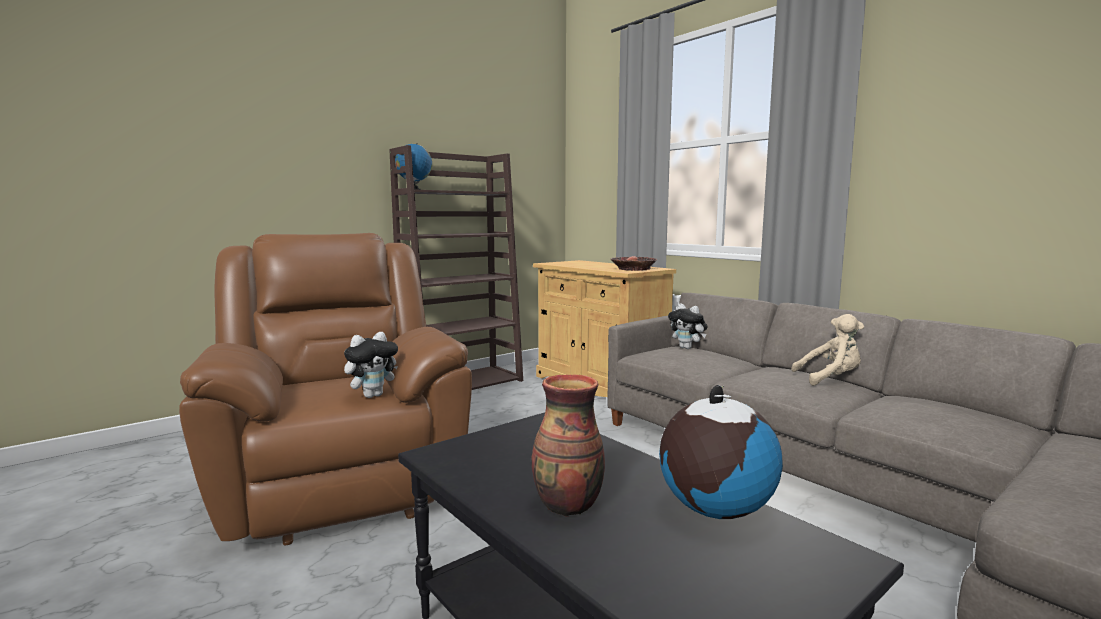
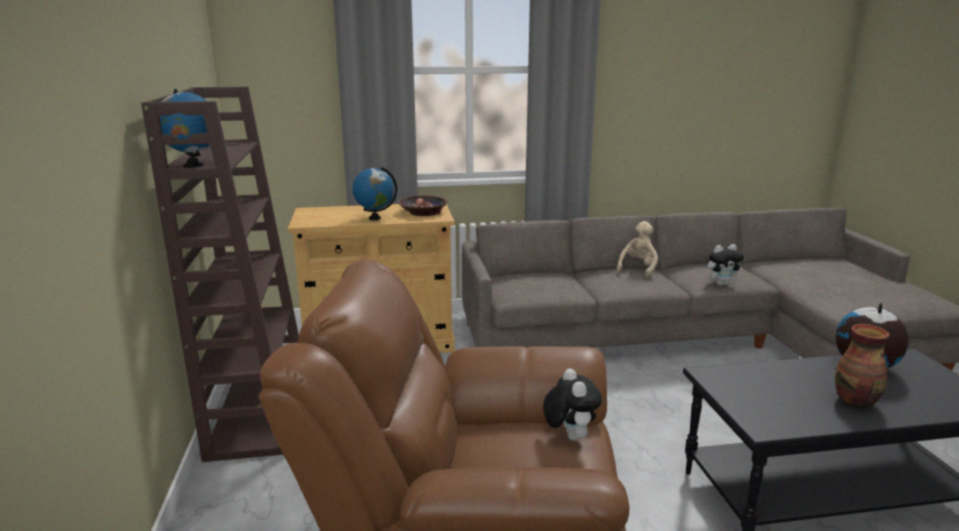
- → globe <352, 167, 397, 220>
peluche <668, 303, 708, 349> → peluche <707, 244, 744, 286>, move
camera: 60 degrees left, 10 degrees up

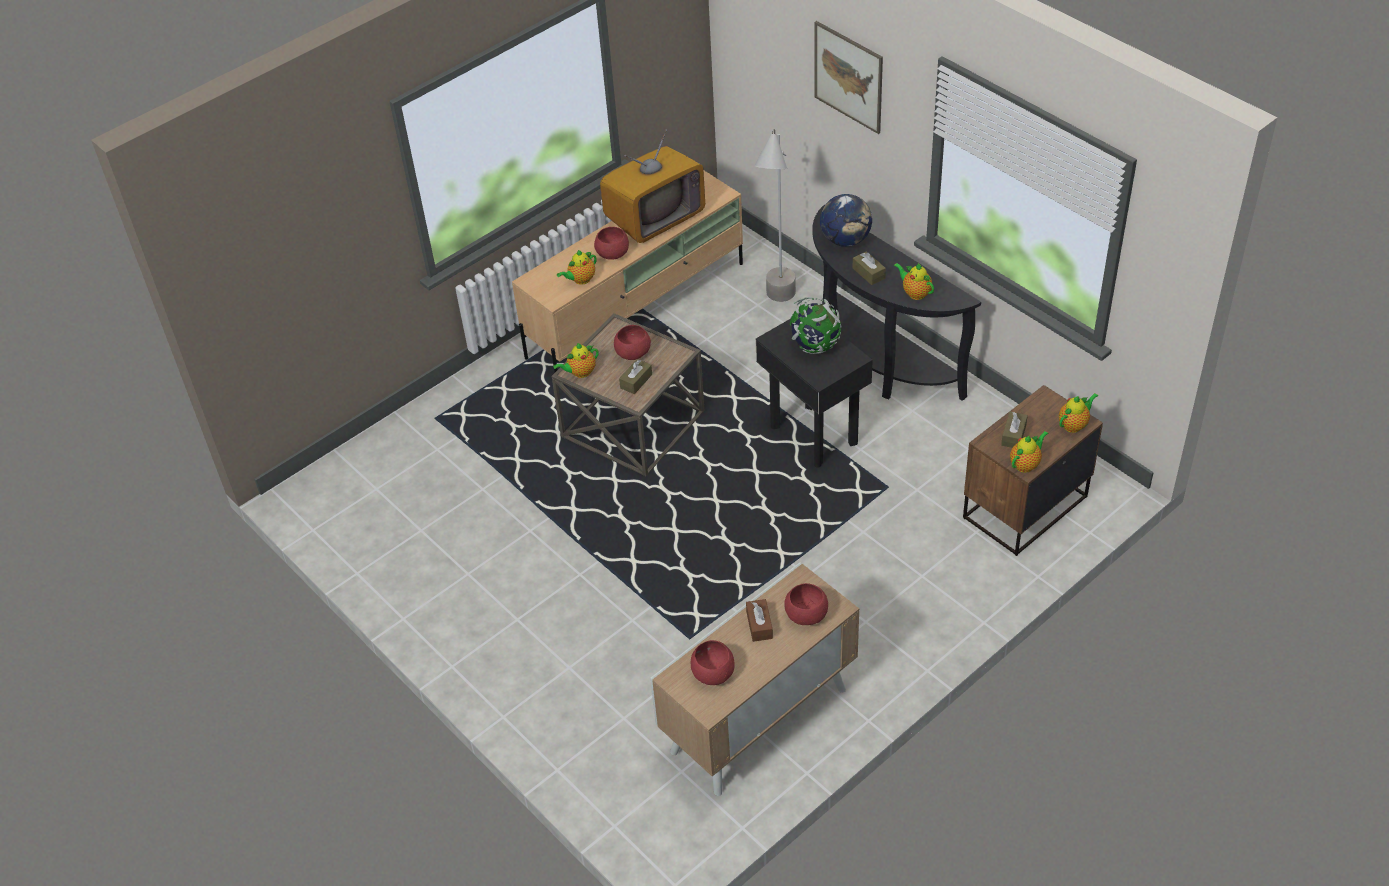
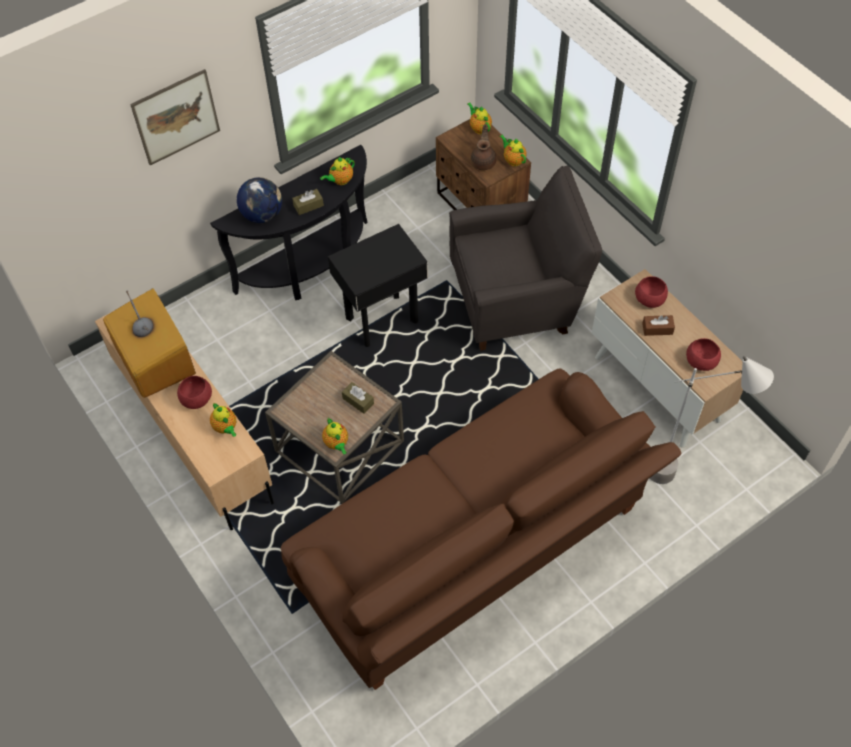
bol [rouge] <614, 325, 651, 360> → -
globe <790, 297, 841, 354> → -
- → canapé [marron] <281, 369, 681, 690>
- → fauteuil [gris] <449, 166, 602, 351>
lampadaire [gris] <755, 129, 796, 302> → lampadaire [gris] <650, 356, 774, 484>, move
boîte à mouchoirs [marron] <1001, 412, 1028, 448> → théière [marron] <471, 124, 497, 170>
camera: 85 degrees left, 10 degrees up

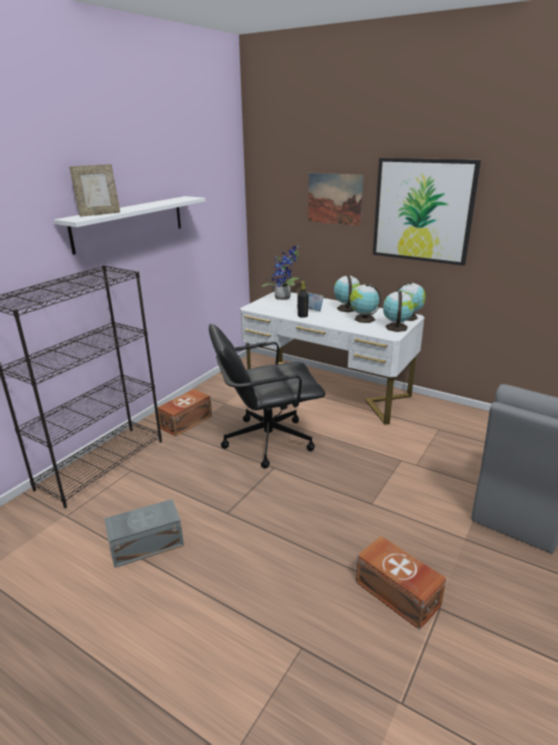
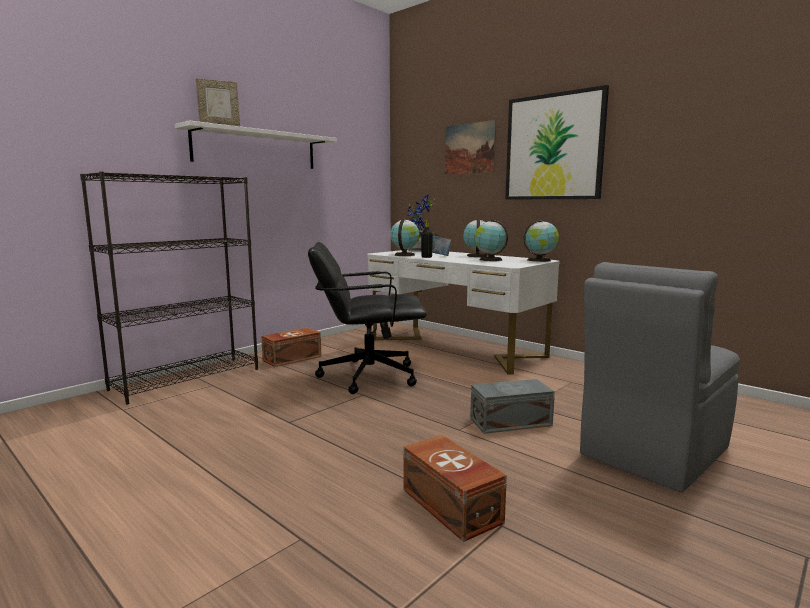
boîte de rangement [gris] <104, 499, 184, 568> → boîte de rangement [gris] <470, 379, 555, 434>, move
globe <383, 291, 414, 332> → globe <390, 219, 420, 256>, move
camera: 10 degrees right, 15 degrees down

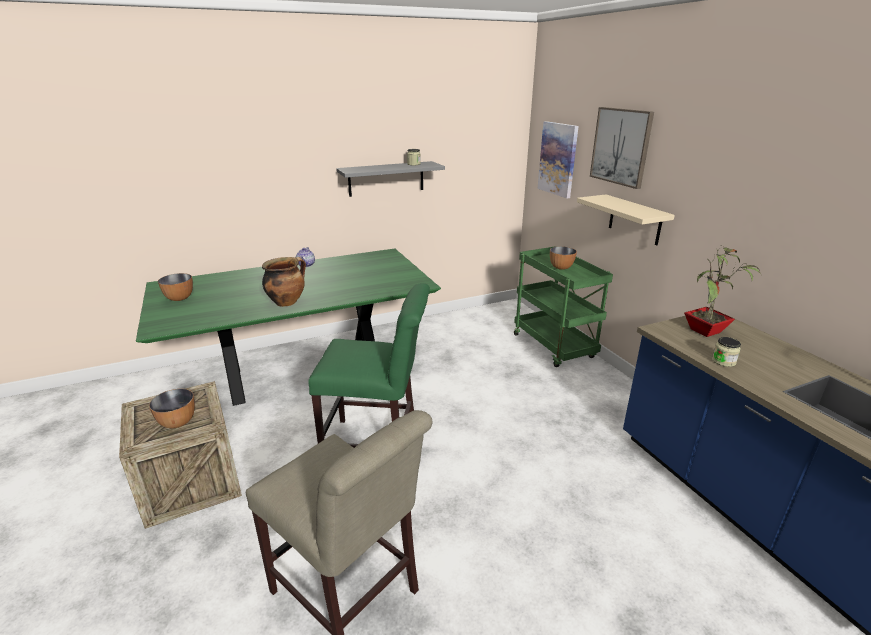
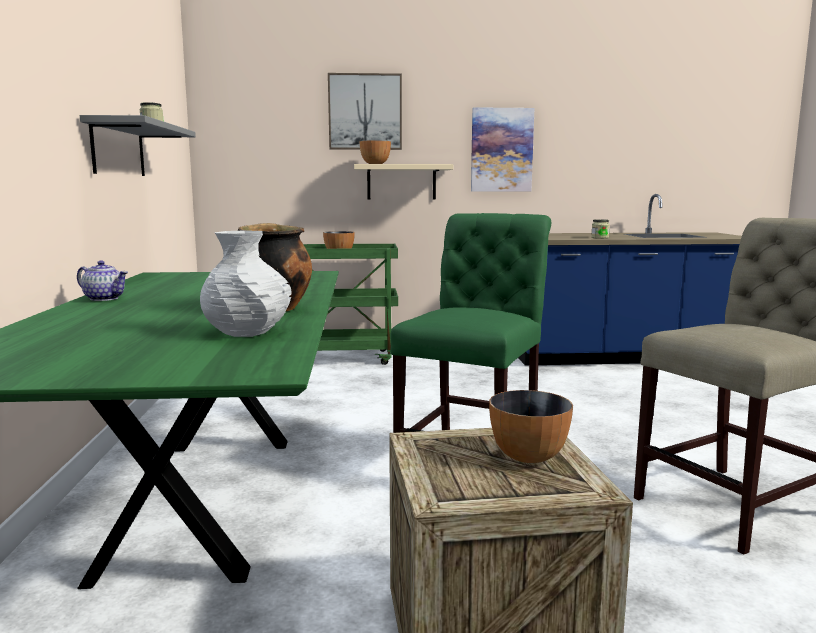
plante en pot <684, 246, 761, 337> → -
- → vase [blanc] <200, 230, 292, 337>
bol <158, 273, 193, 301> → bol <360, 140, 391, 164>, move
tableau <538, 121, 579, 198> → tableau <471, 107, 535, 191>, move
camera: 70 degrees left, 15 degrees down

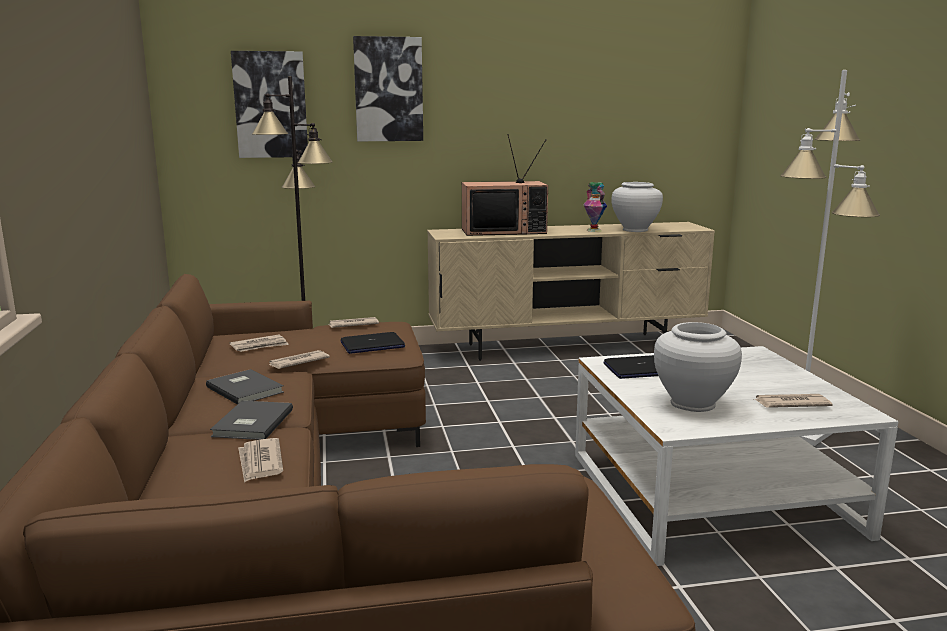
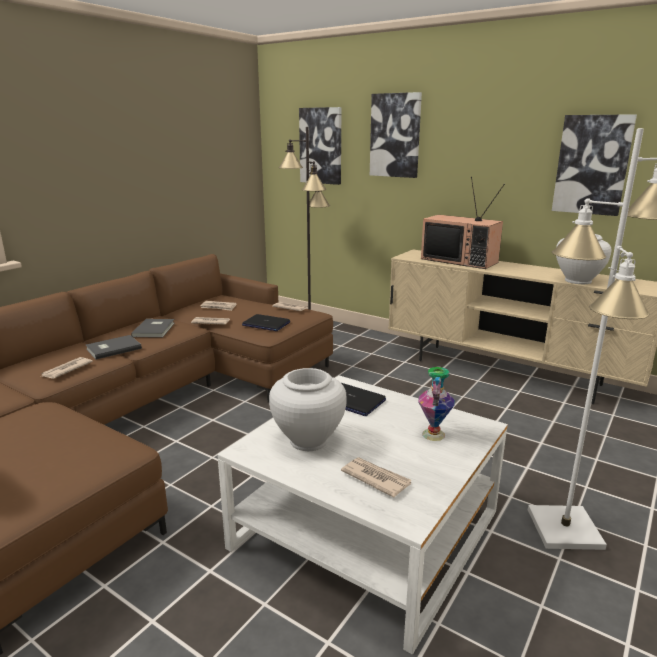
- → tableau <552, 114, 637, 216>
vase <583, 182, 607, 232> → vase <418, 367, 455, 441>, move
camera: 45 degrees right, 5 degrees up

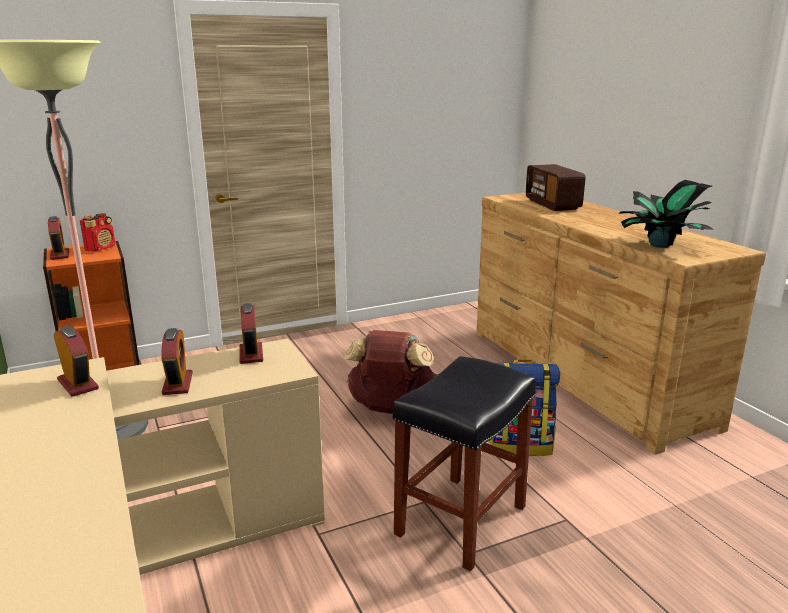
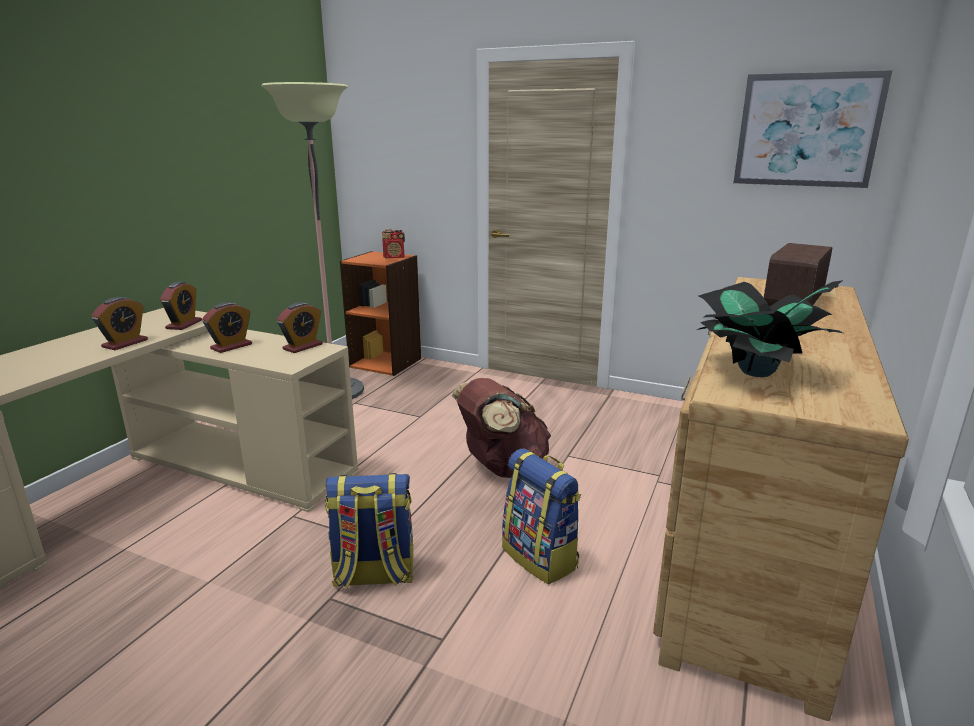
- → tableau <733, 70, 892, 188>
réveil <48, 216, 69, 260> → réveil <91, 297, 148, 350>, move
tabouret [noir] <393, 356, 536, 571> → sac à dos <325, 473, 413, 589>
camera: 50 degrees right, 0 degrees up

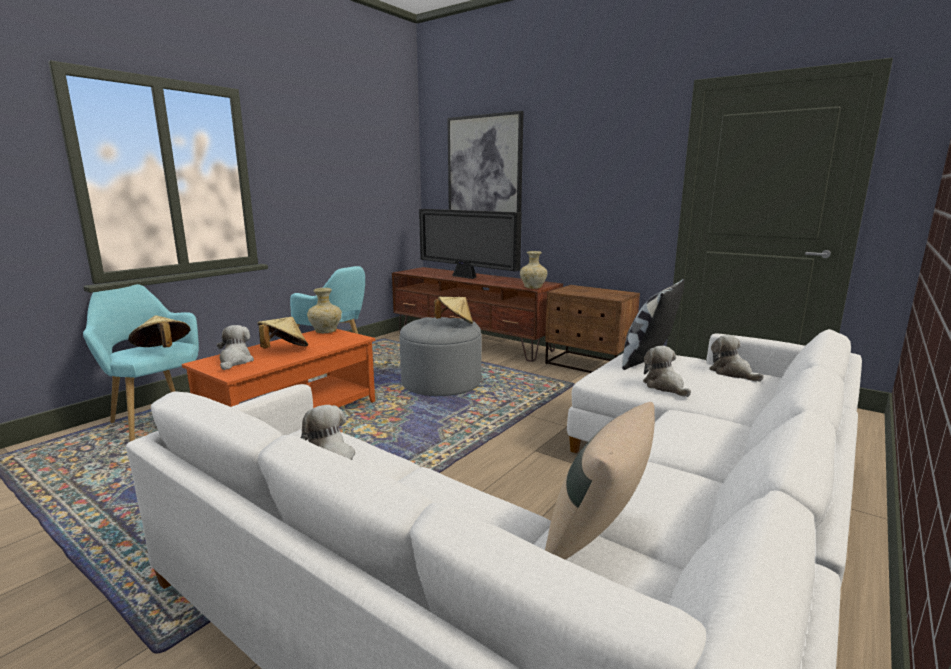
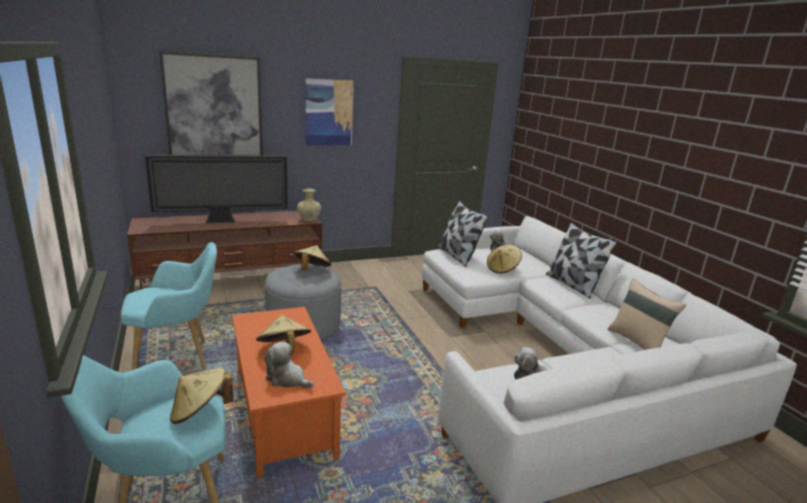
vase [beige] <307, 288, 342, 333> → -
table de chevet [marron] <545, 285, 640, 373> → -
- → tableau <306, 78, 354, 145>
- → coussin <546, 222, 617, 298>
peluche <643, 346, 691, 397> → chapeau [beige] <487, 245, 522, 274>
camera: 60 degrees left, 5 degrees up

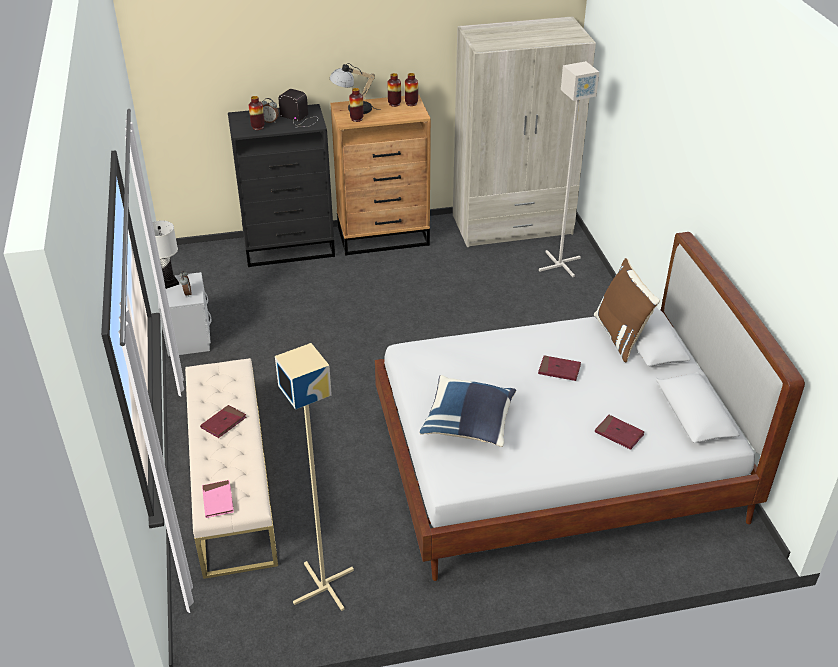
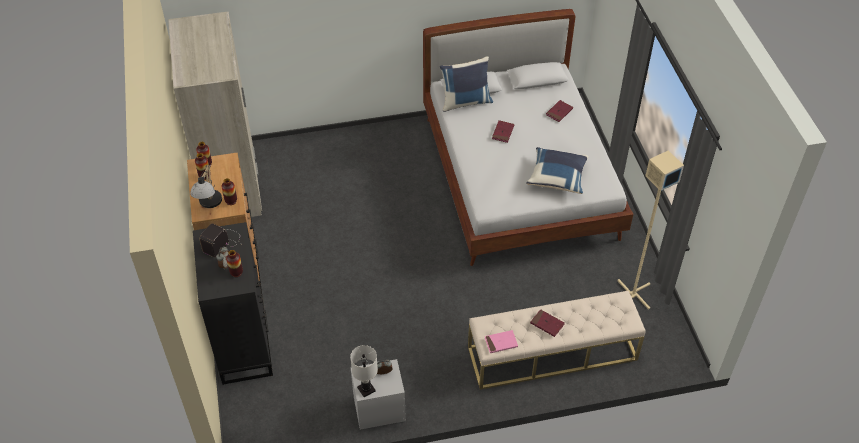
lampadaire [gris] <539, 61, 599, 277> → -
livre [rose] <202, 480, 234, 518> → livre [rose] <485, 330, 518, 353>, move
coussin [marron] <594, 258, 660, 362> → coussin [bleu] <440, 56, 493, 112>
camera: 90 degrees left, 10 degrees up

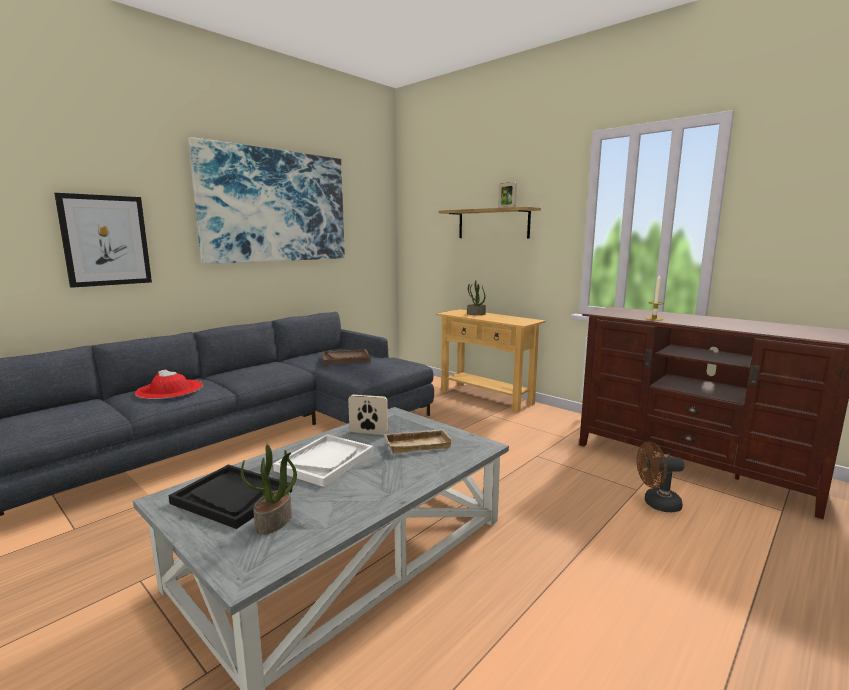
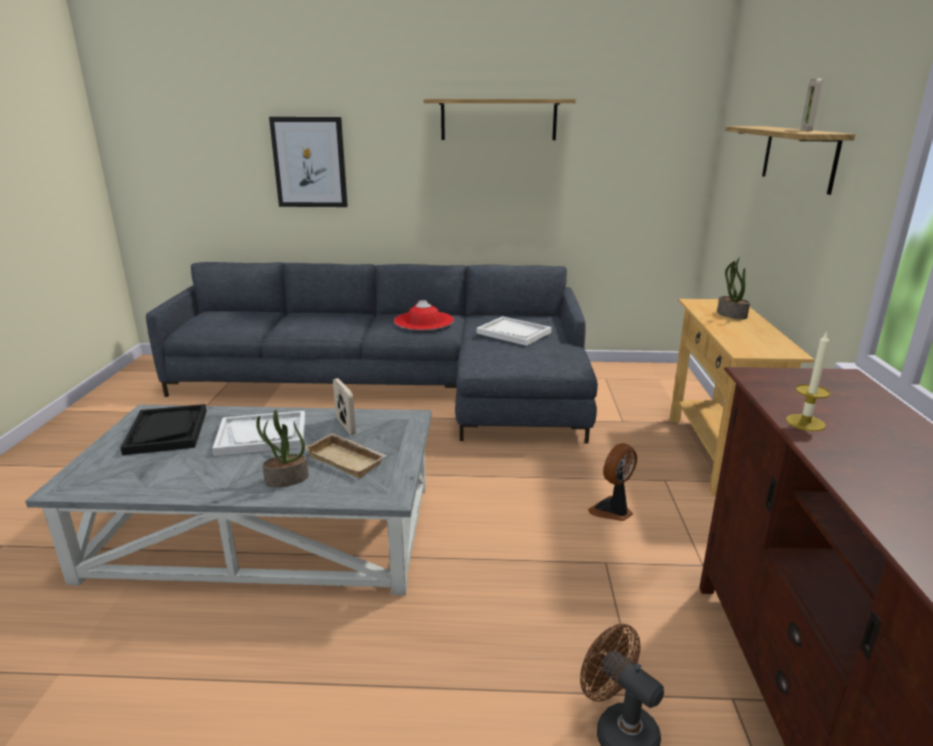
- → ventilateur <588, 443, 637, 521>
chapeau [rouge] <135, 370, 203, 399> → chapeau [rouge] <394, 300, 454, 330>, move
plante en pot <241, 445, 297, 535> → plante en pot <256, 410, 309, 487>, move
tableau <188, 137, 345, 264> → étagère <423, 99, 576, 140>
plateau [marron] <323, 349, 371, 365> → plateau [blanc] <477, 316, 552, 346>
camera: 50 degrees right, 10 degrees up

